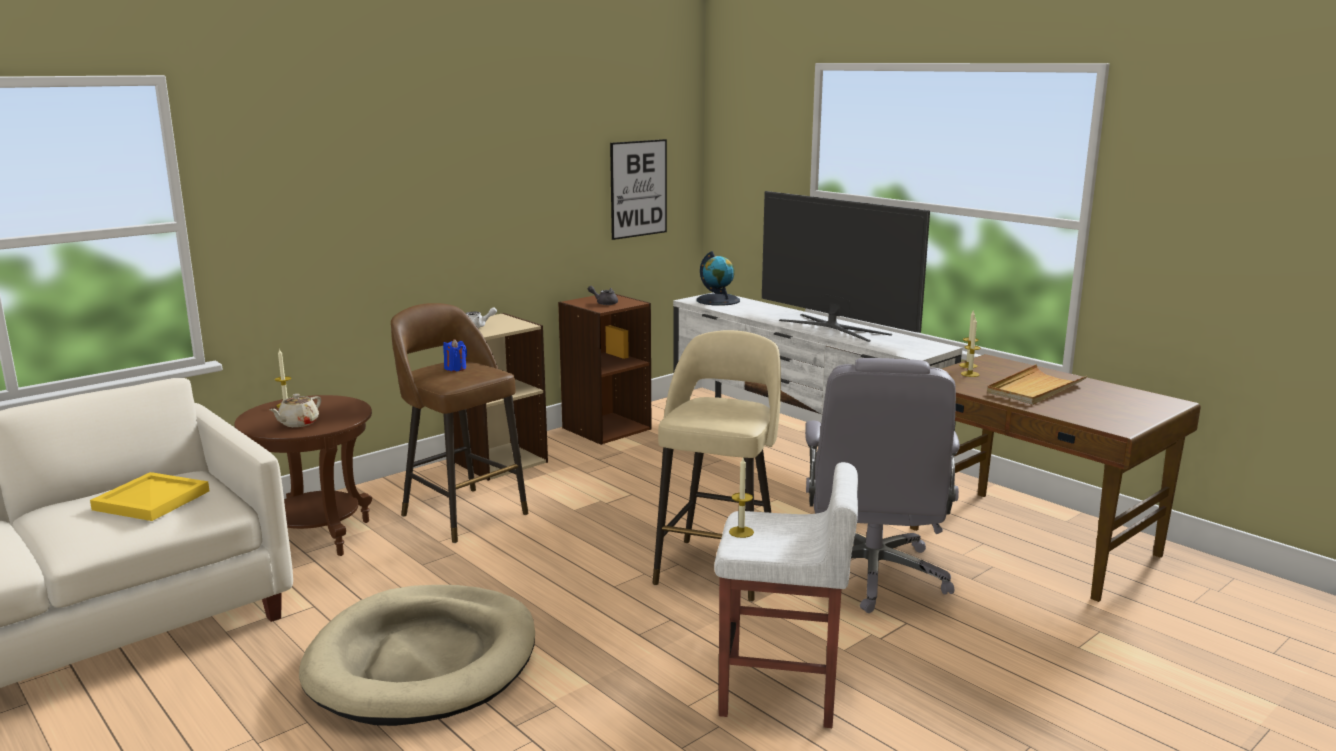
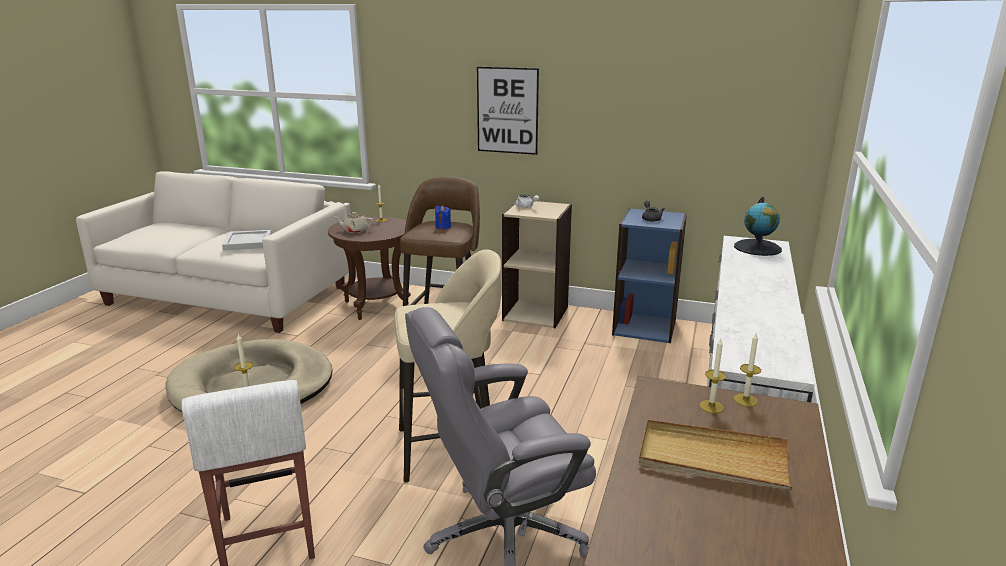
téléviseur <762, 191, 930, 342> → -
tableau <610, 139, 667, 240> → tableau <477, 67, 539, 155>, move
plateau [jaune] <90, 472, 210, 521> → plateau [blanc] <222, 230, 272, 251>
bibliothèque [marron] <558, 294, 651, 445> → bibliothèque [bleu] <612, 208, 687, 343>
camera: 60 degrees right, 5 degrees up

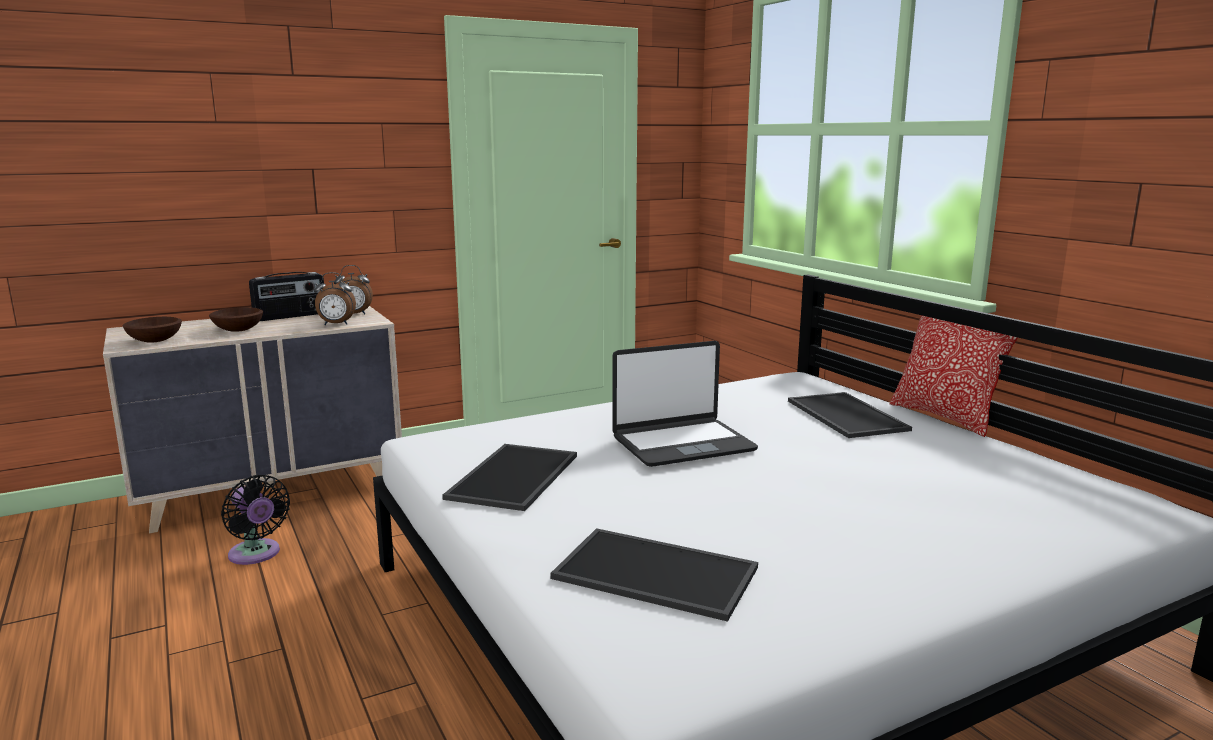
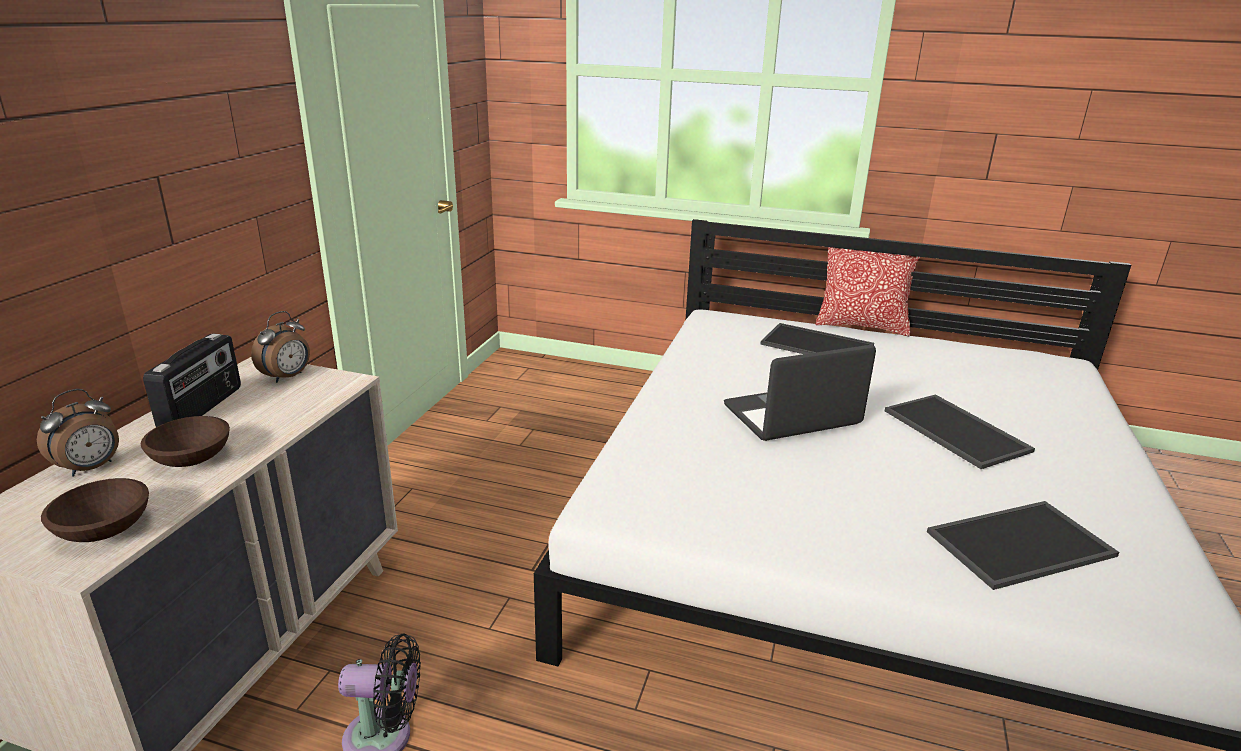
réveil <314, 272, 356, 325> → réveil <37, 389, 119, 477>, move
plateau <442, 444, 577, 511> → plateau <885, 394, 1035, 469>, move
ordinateur portable <612, 341, 758, 467> → ordinateur portable <724, 345, 876, 441>, 135 degrees counterclockwise
camera: 45 degrees left, 10 degrees up

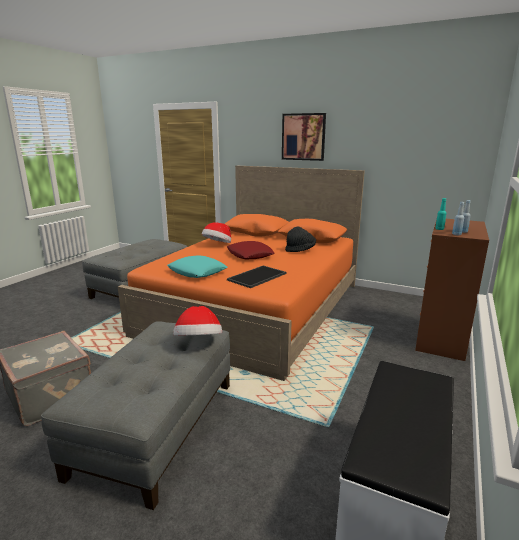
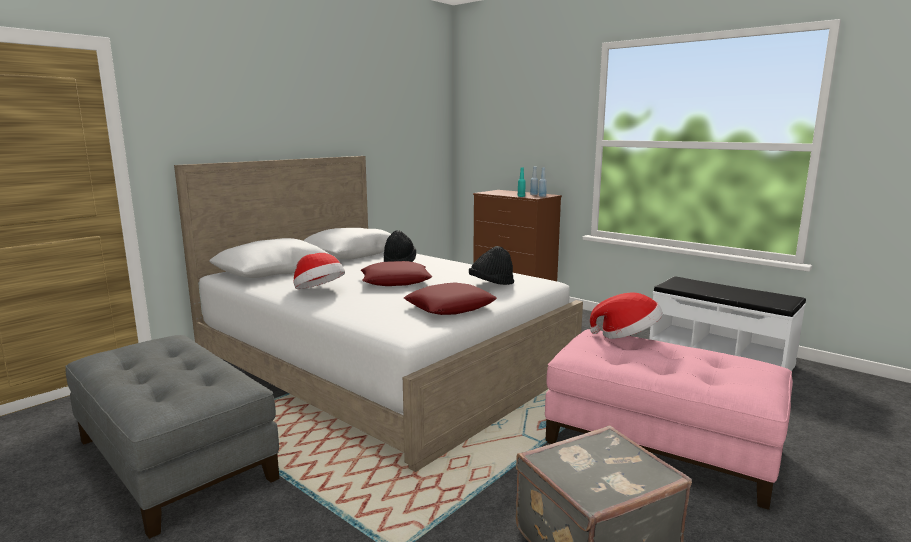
tableau <282, 113, 326, 161> → -
plateau <227, 265, 287, 288> → chapeau [noir] <469, 246, 514, 285>
pouf [gris] <41, 321, 230, 510> → pouf [rose] <545, 329, 793, 510>
lit [orange] <118, 166, 365, 381> → lit [blanc] <174, 156, 583, 472>
coussin [turquoise] <167, 255, 227, 278> → coussin [rouge] <404, 282, 497, 315>
camera: 75 degrees left, 5 degrees down

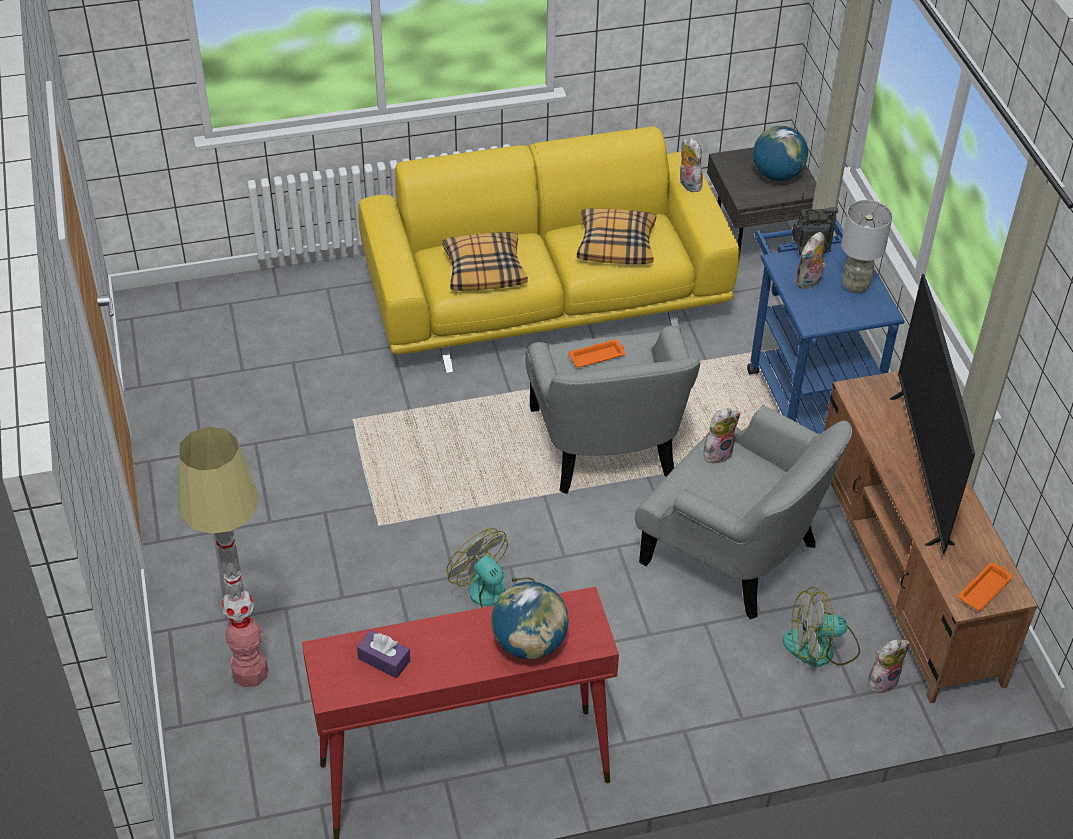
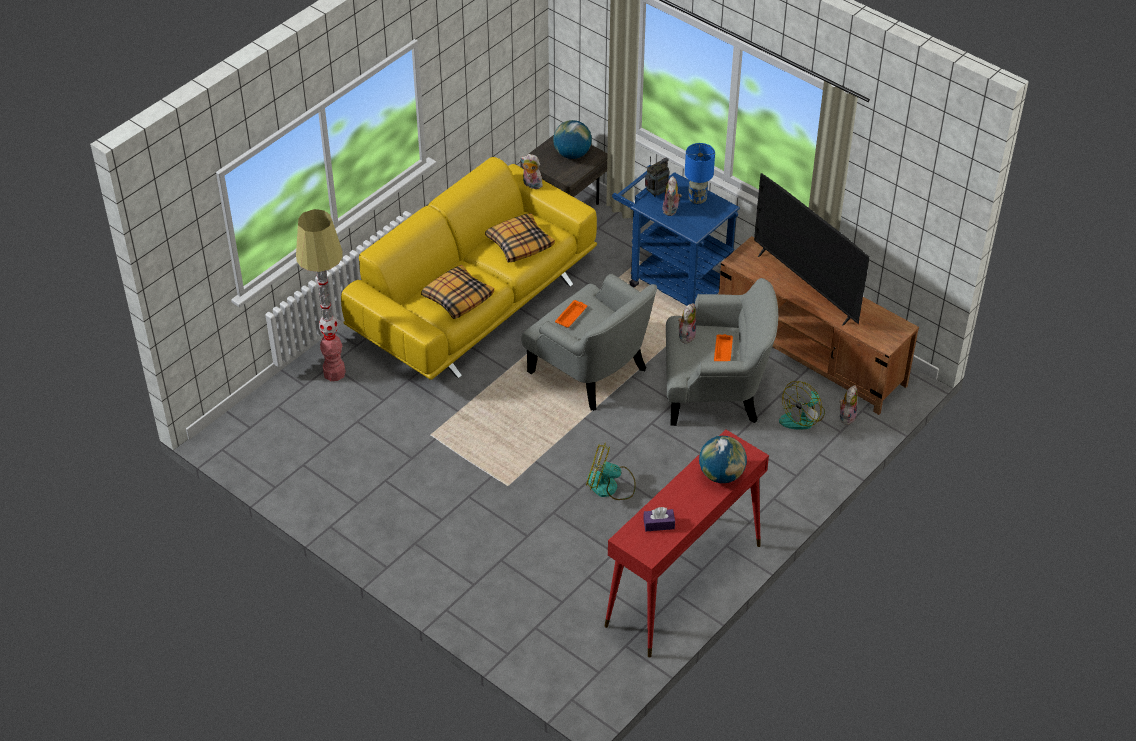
lampadaire <178, 427, 268, 687> → lampadaire <296, 209, 346, 381>, move
plateau [orange] <958, 562, 1013, 611> → plateau [orange] <714, 334, 733, 361>, move
lampe de table [gris] <841, 200, 893, 293> → lampe de table [bleu] <685, 143, 715, 205>
camera: 35 degrees left, 0 degrees up

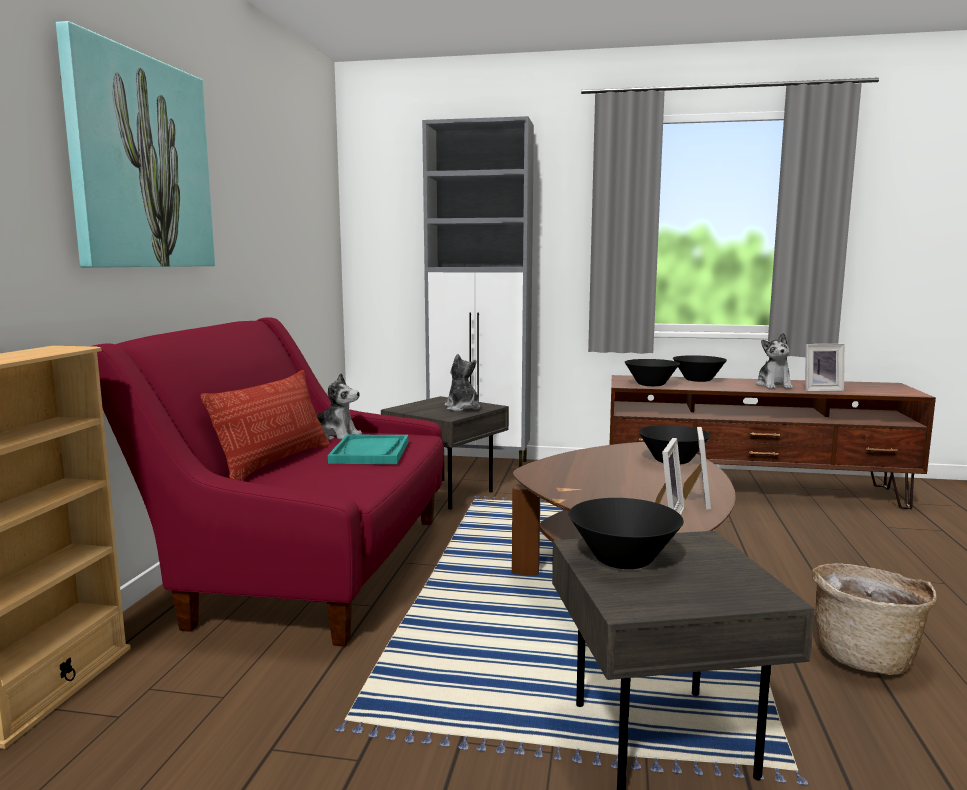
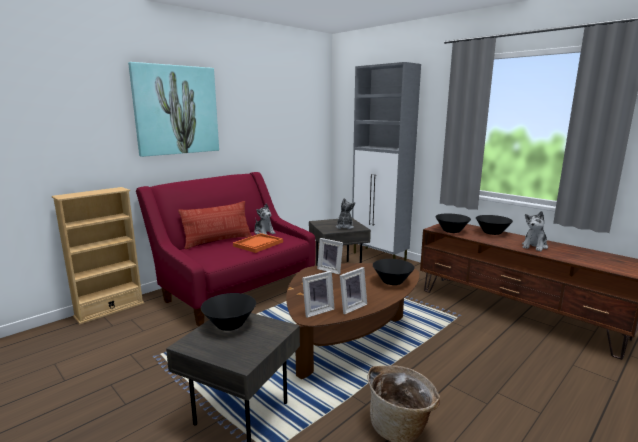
cadre photo <805, 344, 845, 391> → cadre photo <317, 238, 343, 275>, move
plateau [turquoise] <328, 434, 408, 464> → plateau [orange] <233, 233, 283, 253>
camera: 35 degrees right, 5 degrees up

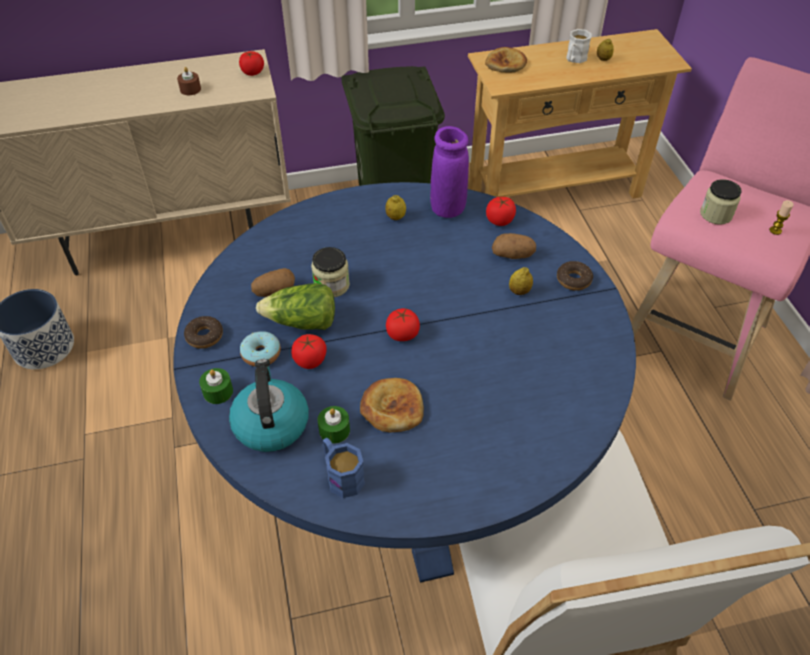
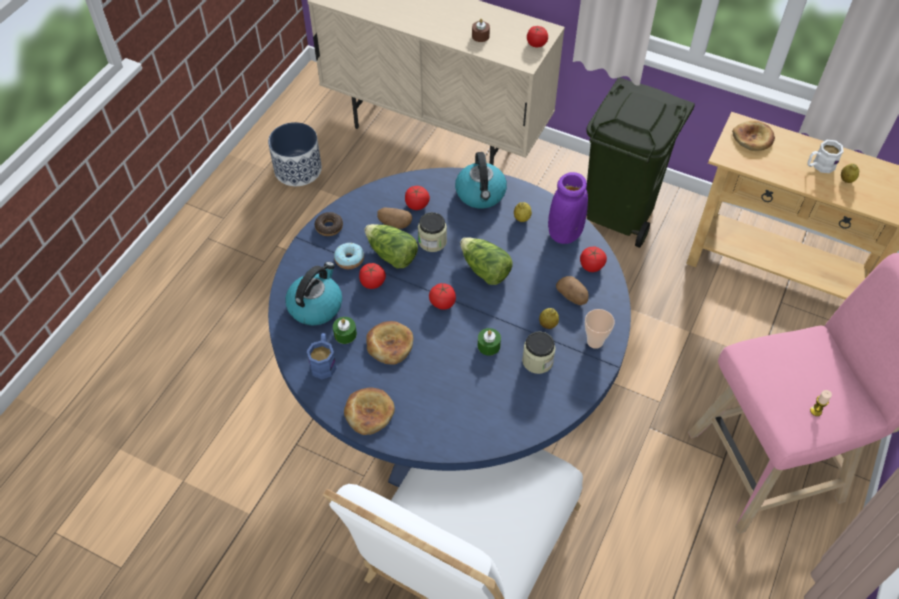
- → pain <344, 387, 395, 435>
- → tomate <405, 186, 430, 210>
- → bouilloire <455, 152, 507, 209>
- → laitue <460, 237, 513, 285>
bougie [vert] <199, 368, 233, 404> → bougie [vert] <478, 328, 501, 356>, move
bocal <700, 179, 742, 225> → bocal <522, 332, 556, 374>, move
beignet <557, 261, 593, 291> → tasse <585, 309, 615, 349>
camera: 40 degrees right, 5 degrees up

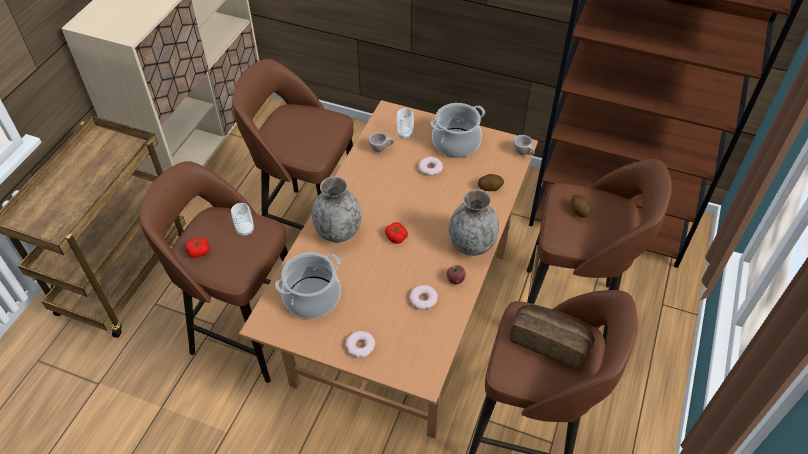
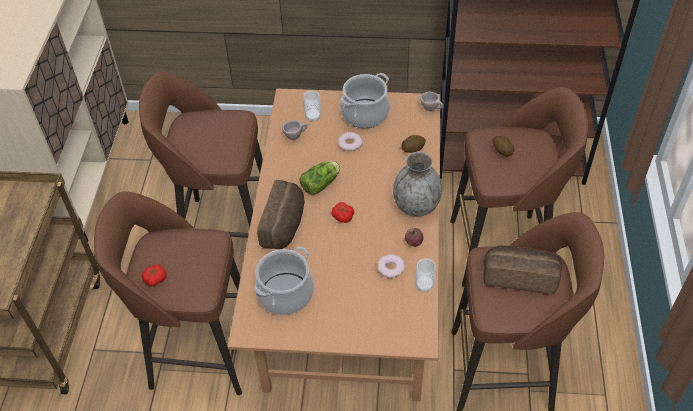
beignet <345, 331, 375, 358> → -
- → laitue <299, 161, 340, 195>
tasse <231, 203, 254, 236> → tasse <415, 258, 436, 292>, move
vase [gris] <312, 176, 362, 242> → pain <257, 180, 305, 249>
camera: 15 degrees left, 0 degrees up

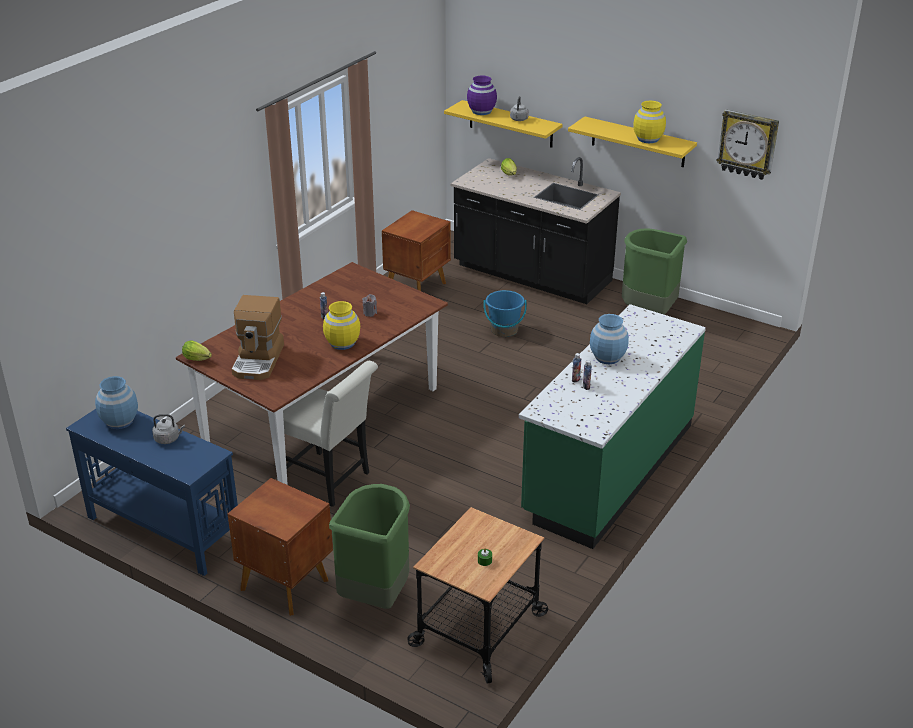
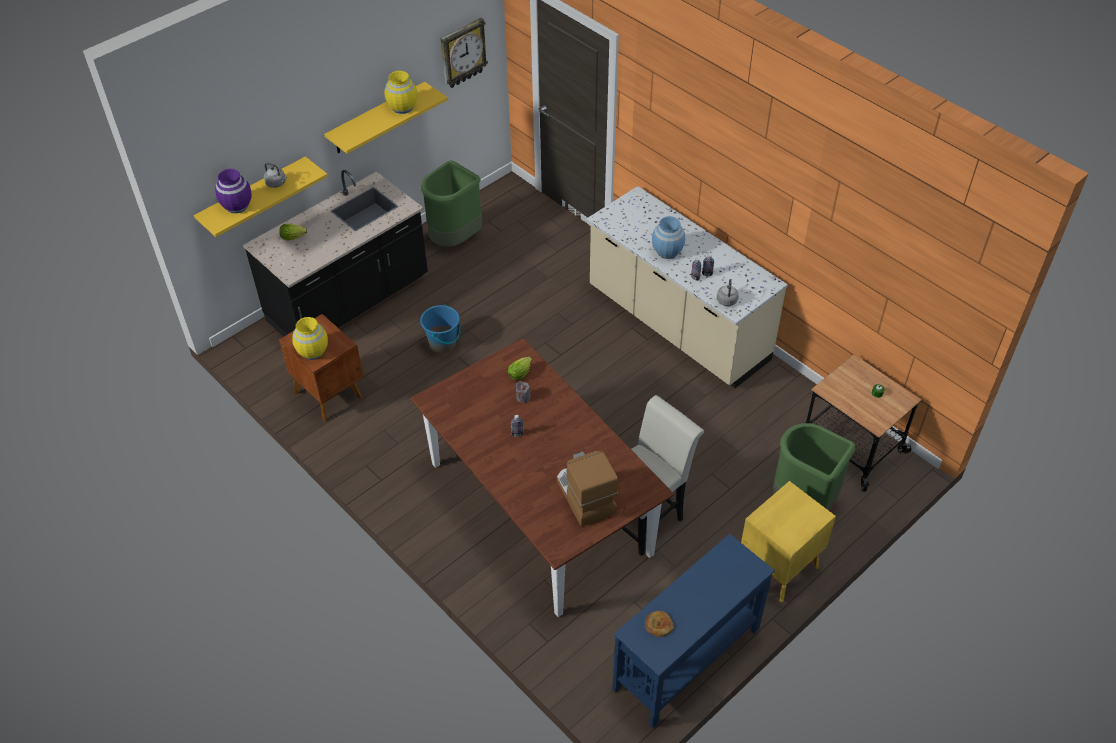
bouilloire [gris] <152, 414, 185, 444> → bouilloire [gris] <717, 279, 738, 306>, move
laitue <182, 340, 212, 361> → laitue <508, 357, 532, 380>, move
vase [jaune] <323, 301, 360, 350> → vase [jaune] <293, 317, 328, 360>, move
vase [bleu] <95, 376, 138, 429> → pain <645, 611, 674, 637>
table de chevet [marron] <227, 478, 333, 616> → table de chevet [jaune] <741, 481, 836, 602>
comptoir de cuisine [vert] <519, 304, 706, 549> → comptoir de cuisine [beige] <587, 186, 788, 388>
machine à café <232, 295, 284, 380> → machine à café <557, 451, 618, 526>, 135 degrees counterclockwise
camera: 75 degrees left, 15 degrees up

